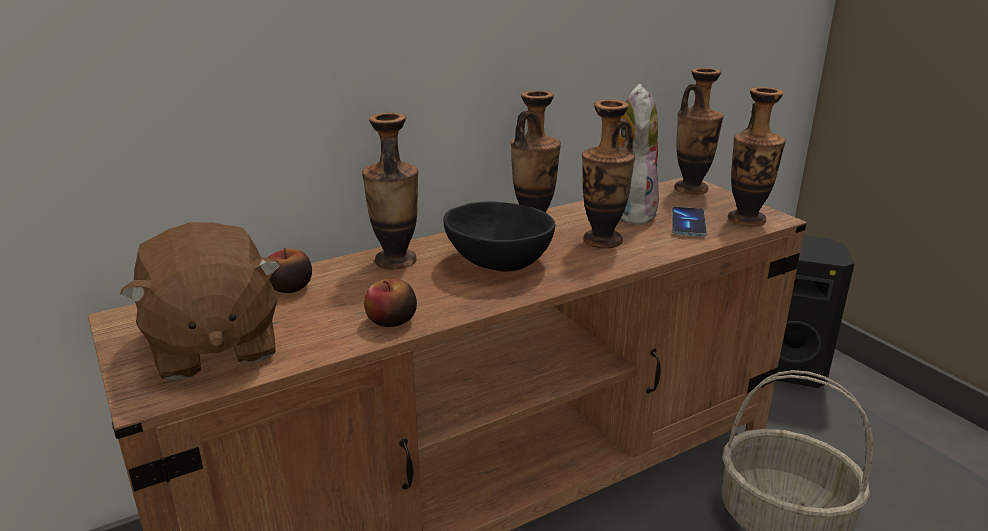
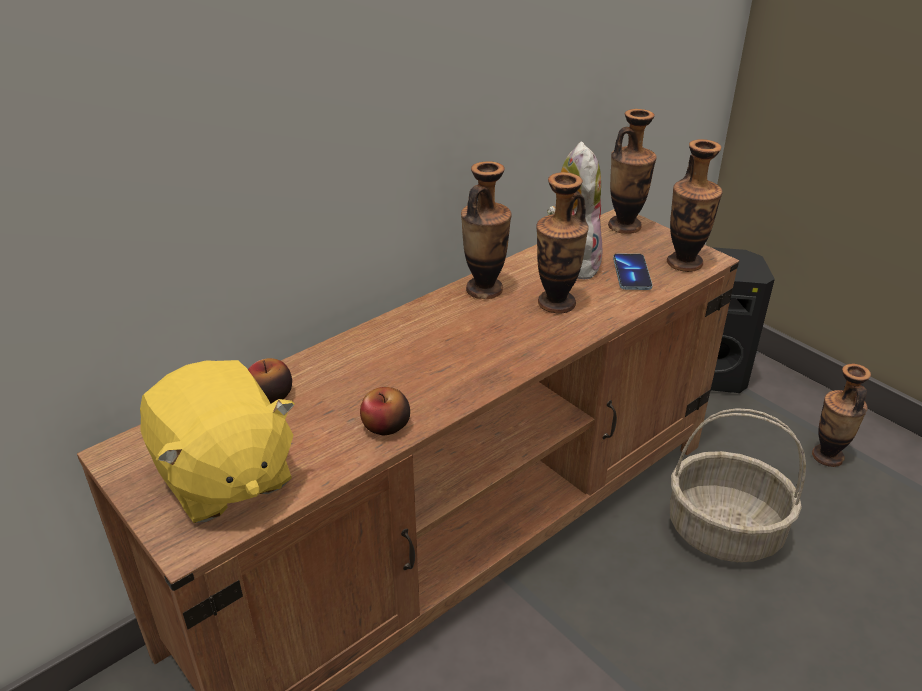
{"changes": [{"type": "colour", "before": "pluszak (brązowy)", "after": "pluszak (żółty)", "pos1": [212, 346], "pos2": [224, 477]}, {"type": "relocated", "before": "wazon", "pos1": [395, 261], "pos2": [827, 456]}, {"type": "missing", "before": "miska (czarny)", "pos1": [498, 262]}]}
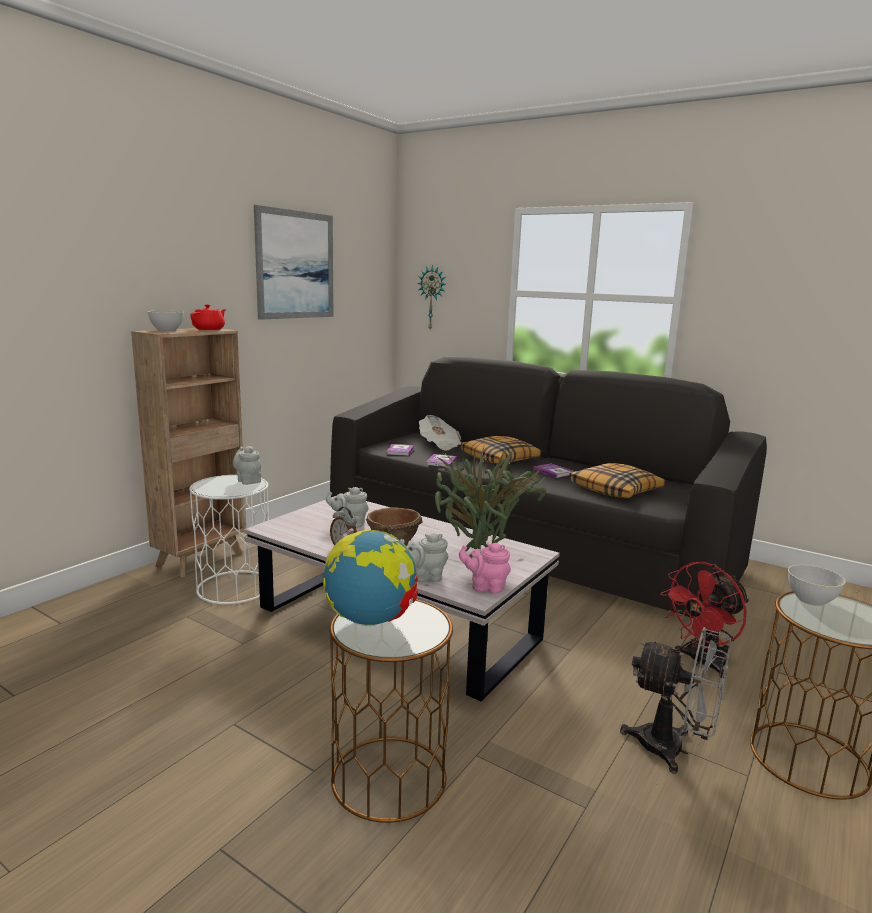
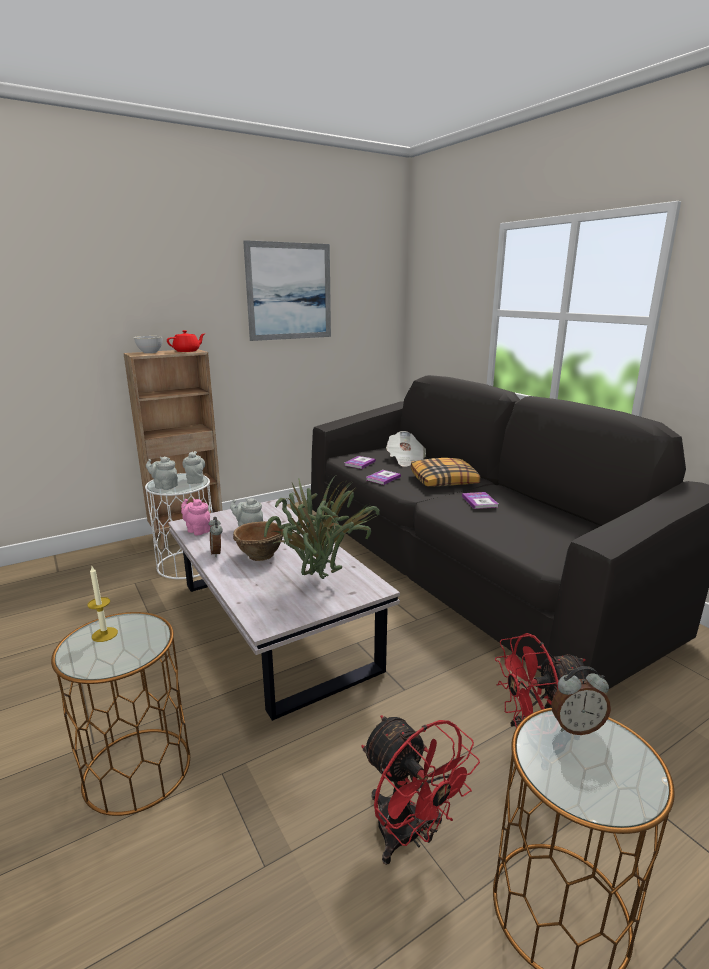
{"changes": [{"type": "exchanged", "before": "globus", "after": "świeca", "pos1": [370, 620], "pos2": [104, 634]}, {"type": "relocated", "before": "imbryk (szary)", "pos1": [424, 577], "pos2": [164, 486]}, {"type": "relocated", "before": "imbryk (różowy)", "pos1": [485, 587], "pos2": [197, 530]}, {"type": "colour", "before": "wentylator (szary)", "after": "wentylator (czerwony)", "pos1": [673, 749], "pos2": [409, 836]}, {"type": "exchanged", "before": "miska (szary)", "after": "budzik", "pos1": [811, 600], "pos2": [575, 727]}, {"type": "missing", "before": "zegar ścienny", "pos1": [432, 298]}, {"type": "missing", "before": "poduszka", "pos1": [615, 490]}]}
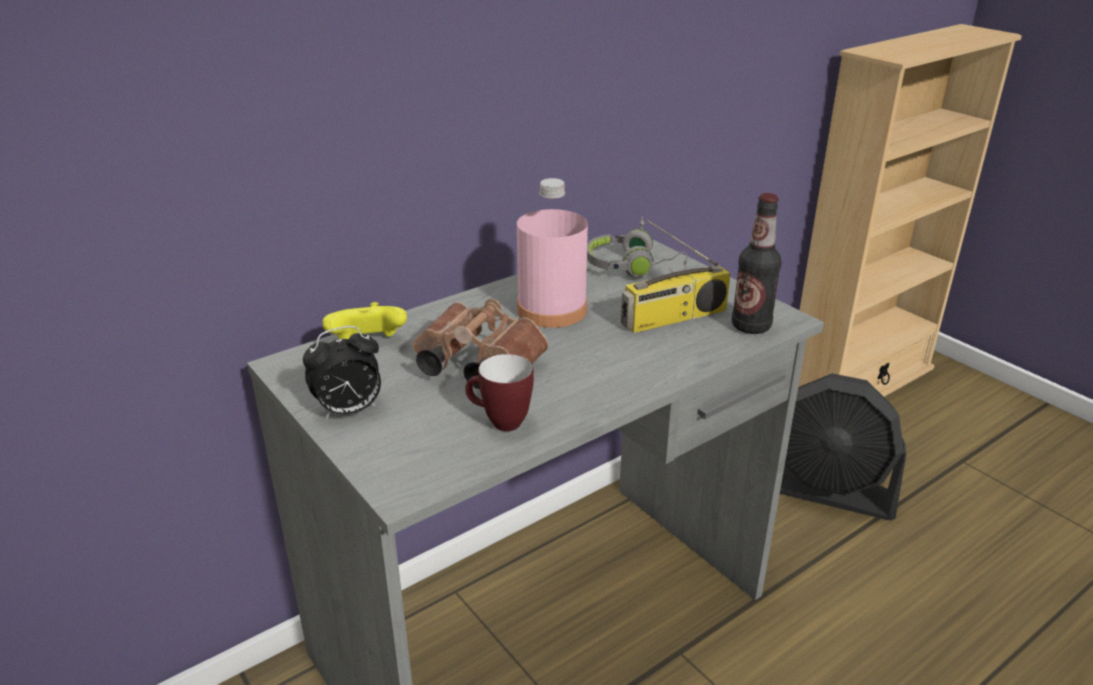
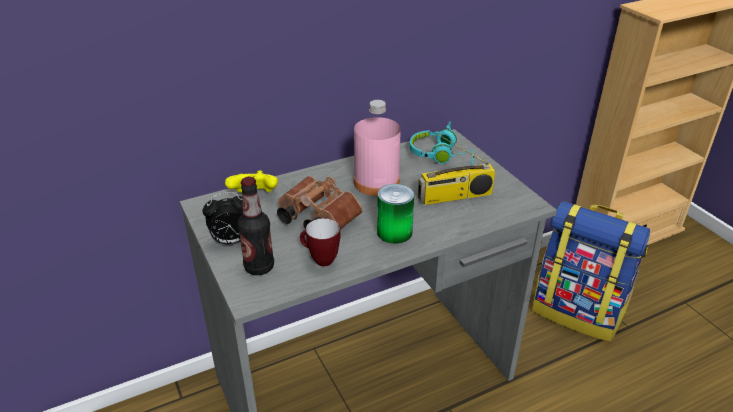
{"changes": [{"type": "relocated", "before": "butelka", "pos1": [751, 326], "pos2": [259, 267]}, {"type": "appeared", "after": "puszka", "pos2": [394, 232]}, {"type": "colour", "before": "słuchawki (szary)", "after": "słuchawki (turkusowy)", "pos1": [634, 268], "pos2": [441, 156]}, {"type": "exchanged", "before": "wentylator (czarny)", "after": "plecak", "pos1": [826, 491], "pos2": [578, 312]}]}
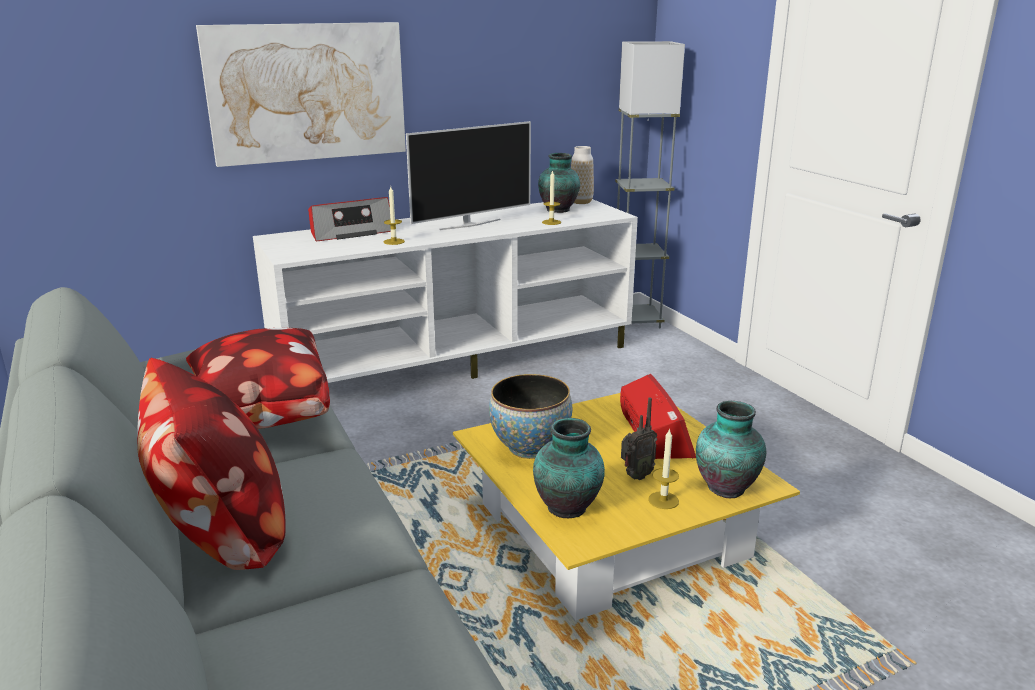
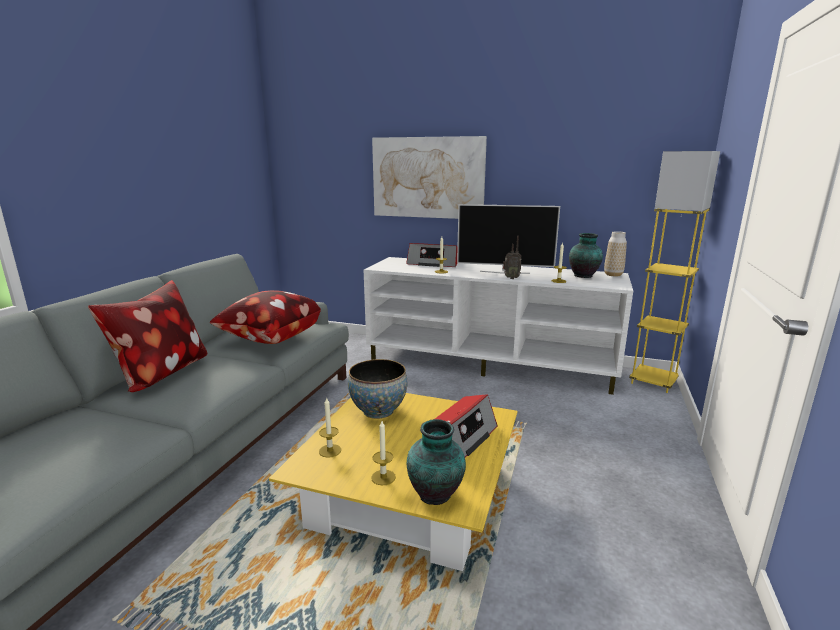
{"changes": [{"type": "exchanged", "before": "wazon", "after": "świeca", "pos1": [569, 508], "pos2": [330, 451]}, {"type": "relocated", "before": "radio", "pos1": [635, 476], "pos2": [511, 278]}, {"type": "colour", "before": "lampa stojąca (szary)", "after": "lampa stojąca (żółty)", "pos1": [635, 321], "pos2": [653, 382]}]}
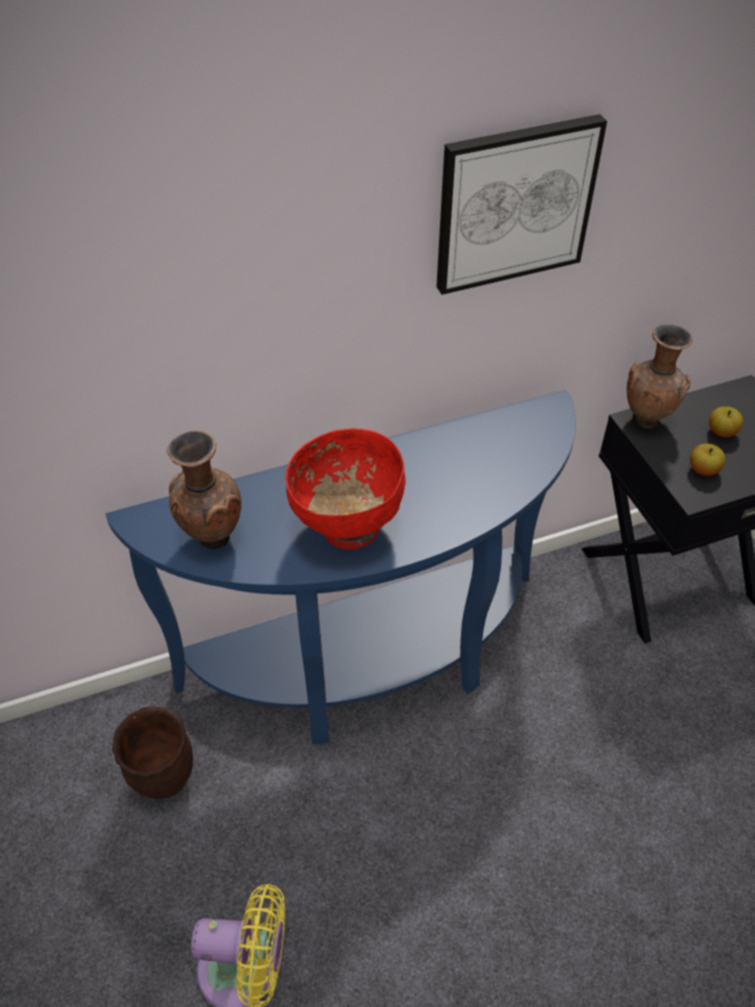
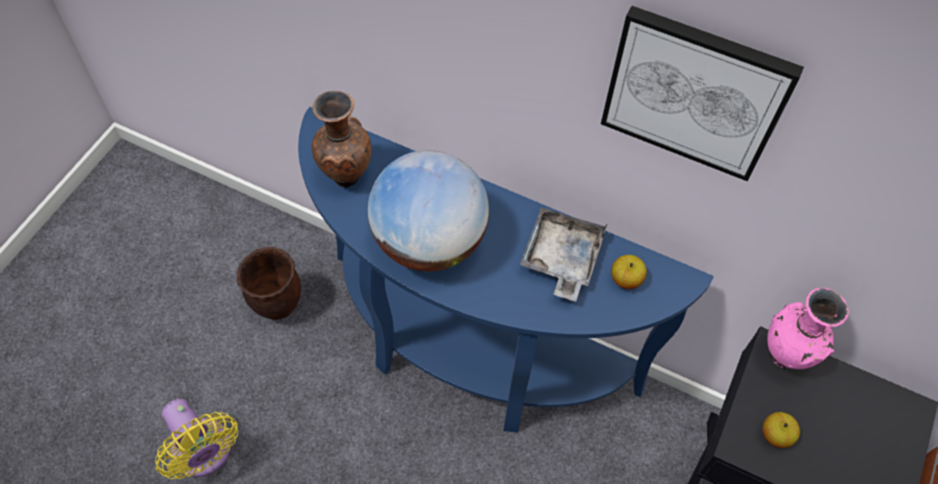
{"changes": [{"type": "exchanged", "before": "miska (czerwony)", "after": "globus", "pos1": [348, 527], "pos2": [429, 241]}, {"type": "appeared", "after": "taca (szary)", "pos2": [561, 259]}, {"type": "relocated", "before": "jabłko", "pos1": [721, 432], "pos2": [626, 279]}, {"type": "colour", "before": "wazon (brązowy)", "after": "wazon (różowy)", "pos1": [647, 419], "pos2": [785, 357]}]}
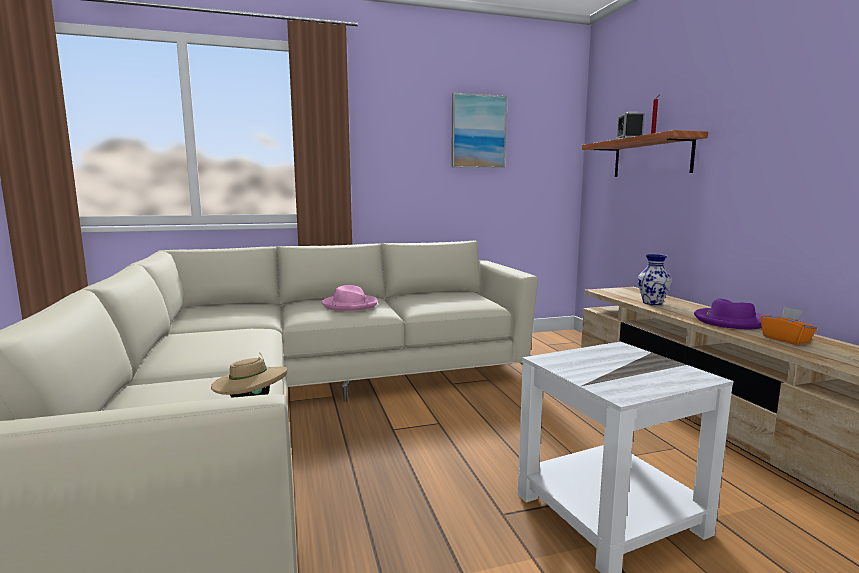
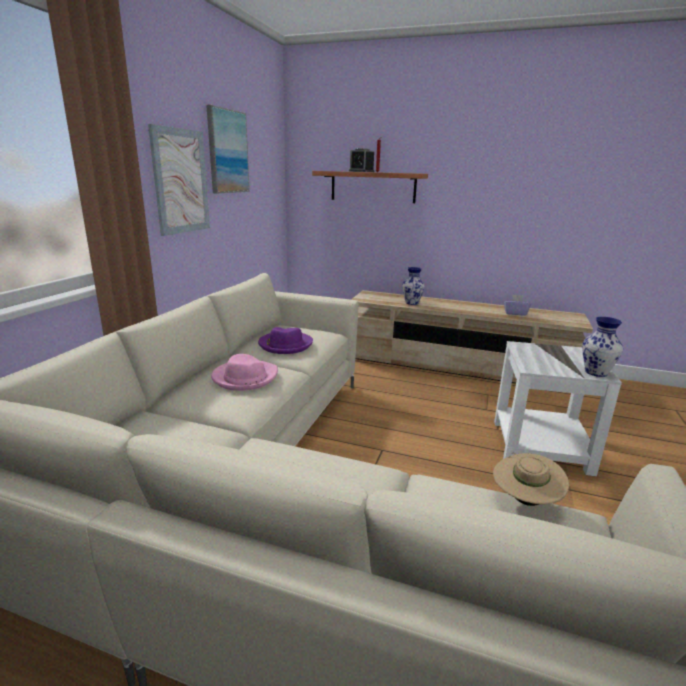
{"changes": [{"type": "appeared", "after": "obraz", "pos2": [181, 181]}, {"type": "relocated", "before": "kapelusz (fioletowy)", "pos1": [730, 321], "pos2": [285, 345]}, {"type": "colour", "before": "pudełko chusteczek (pomarańczowy)", "after": "pudełko chusteczek (fioletowy)", "pos1": [786, 340], "pos2": [515, 313]}, {"type": "appeared", "after": "wazon", "pos2": [596, 373]}]}
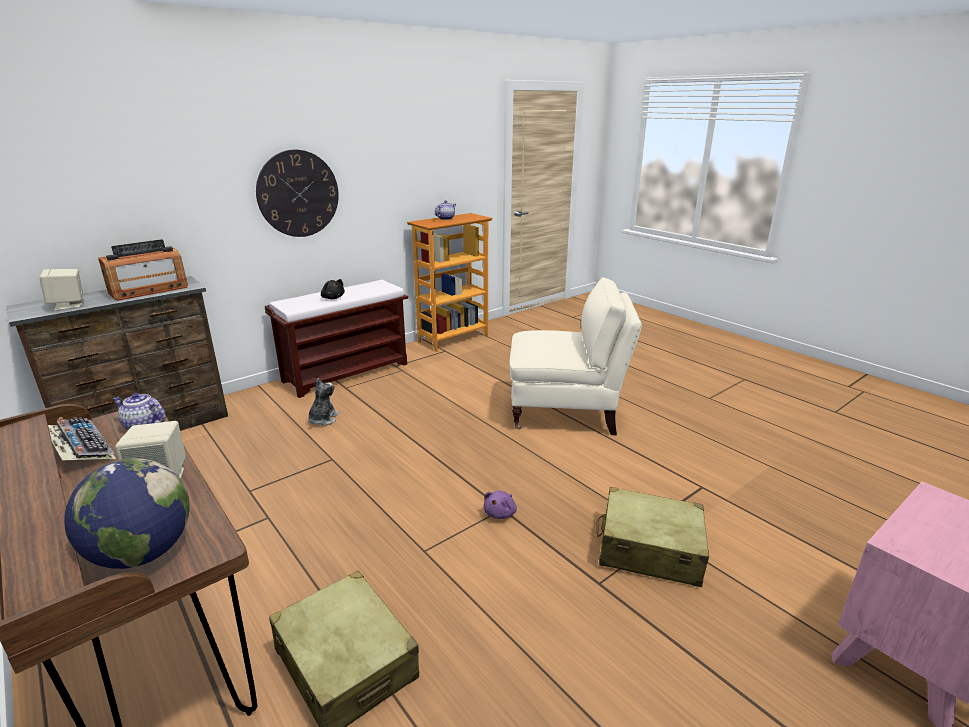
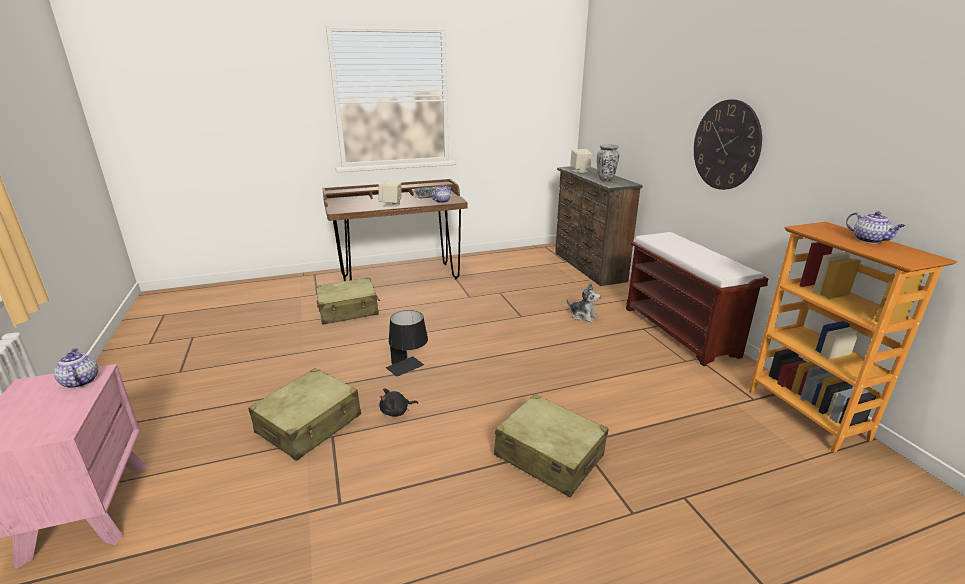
{"changes": [{"type": "appeared", "after": "imbryk", "pos2": [80, 381]}, {"type": "relocated", "before": "pluszak (czarny)", "pos1": [332, 298], "pos2": [396, 412]}, {"type": "exchanged", "before": "pluszak (fioletowy)", "after": "lampa stołowa (czarny)", "pos1": [500, 513], "pos2": [409, 369]}, {"type": "exchanged", "before": "fotel (beżowy)", "after": "walizka (beżowy)", "pos1": [566, 412], "pos2": [549, 456]}, {"type": "exchanged", "before": "radio", "after": "wazon", "pos1": [149, 290], "pos2": [605, 179]}, {"type": "missing", "before": "globus", "pos1": [142, 553]}]}
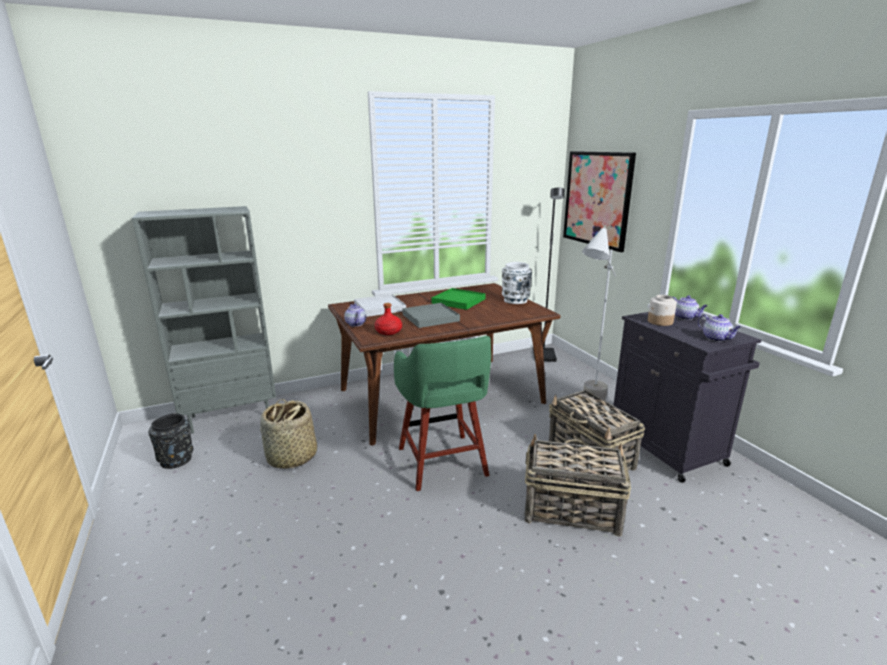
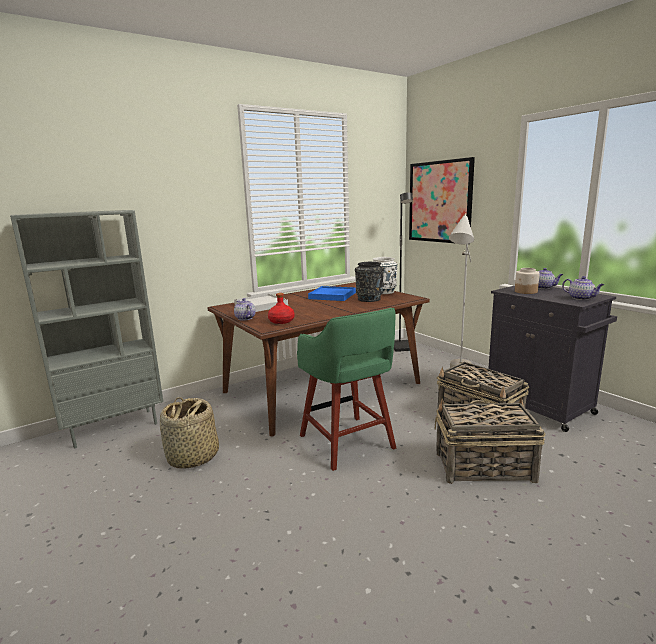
{"changes": [{"type": "colour", "before": "taca (zielony)", "after": "taca (niebieski)", "pos1": [458, 301], "pos2": [332, 296]}, {"type": "relocated", "before": "wazon (czarny)", "pos1": [177, 459], "pos2": [369, 299]}, {"type": "missing", "before": "taca (szary)", "pos1": [430, 317]}]}
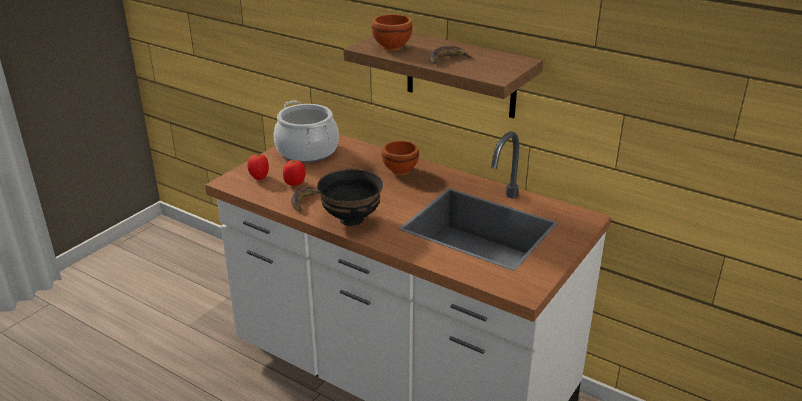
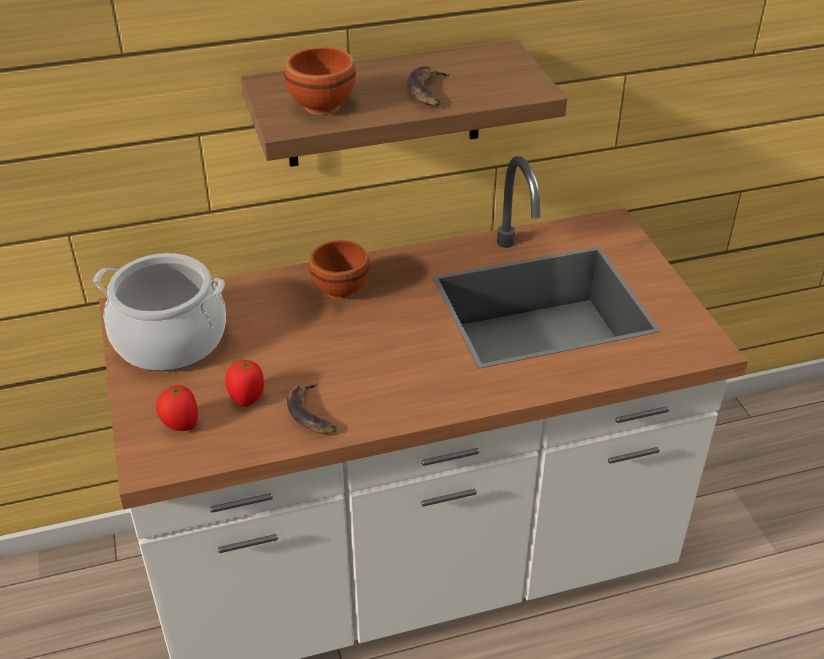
{"changes": [{"type": "missing", "before": "miska (czarny)", "pos1": [350, 219]}]}
